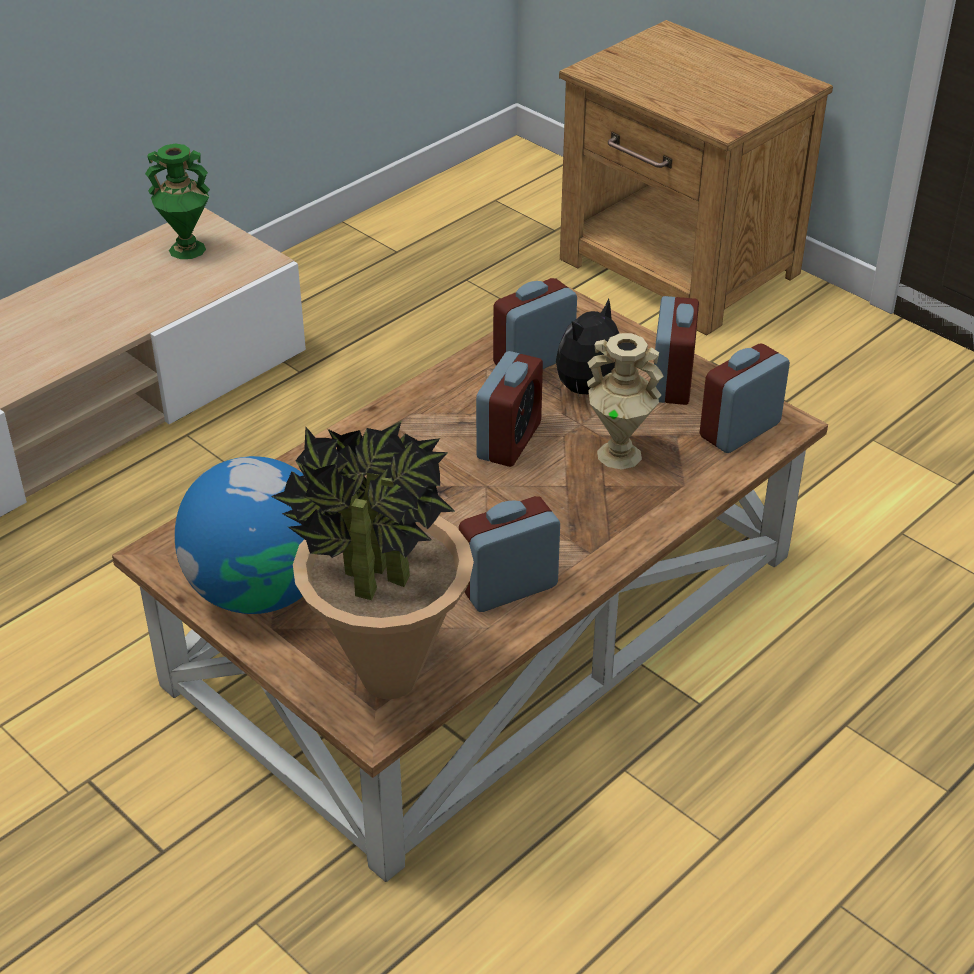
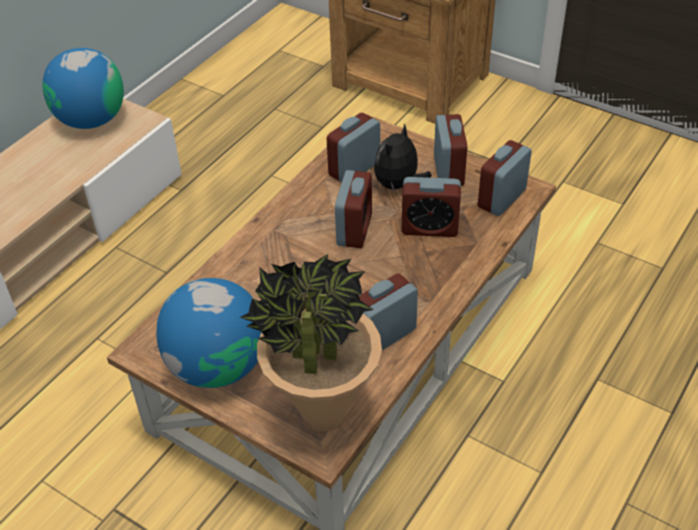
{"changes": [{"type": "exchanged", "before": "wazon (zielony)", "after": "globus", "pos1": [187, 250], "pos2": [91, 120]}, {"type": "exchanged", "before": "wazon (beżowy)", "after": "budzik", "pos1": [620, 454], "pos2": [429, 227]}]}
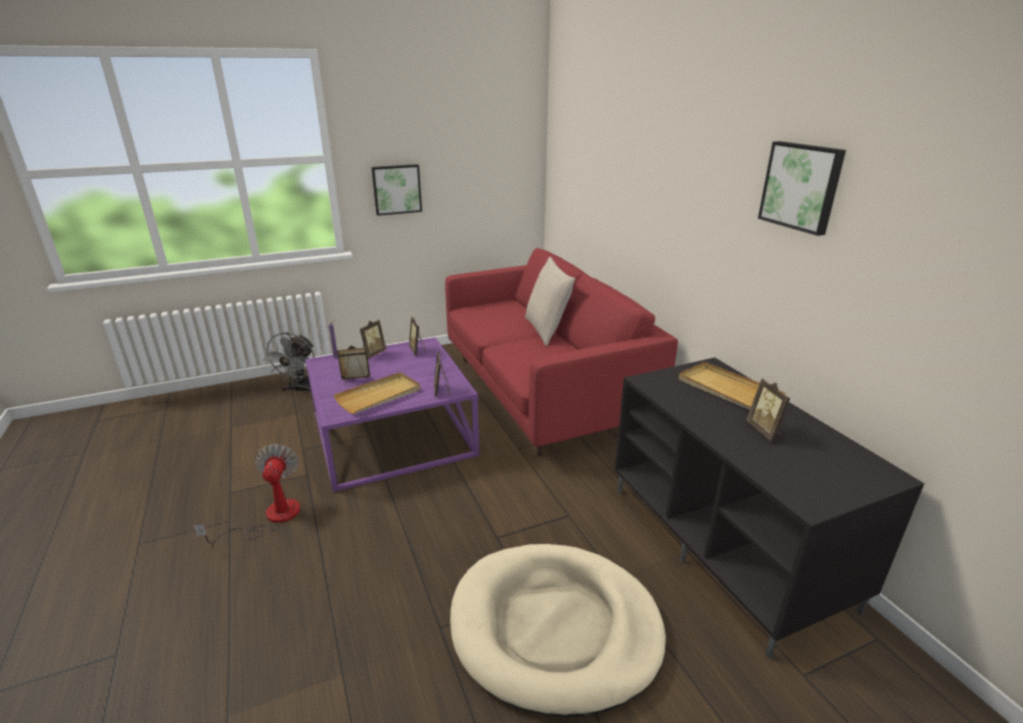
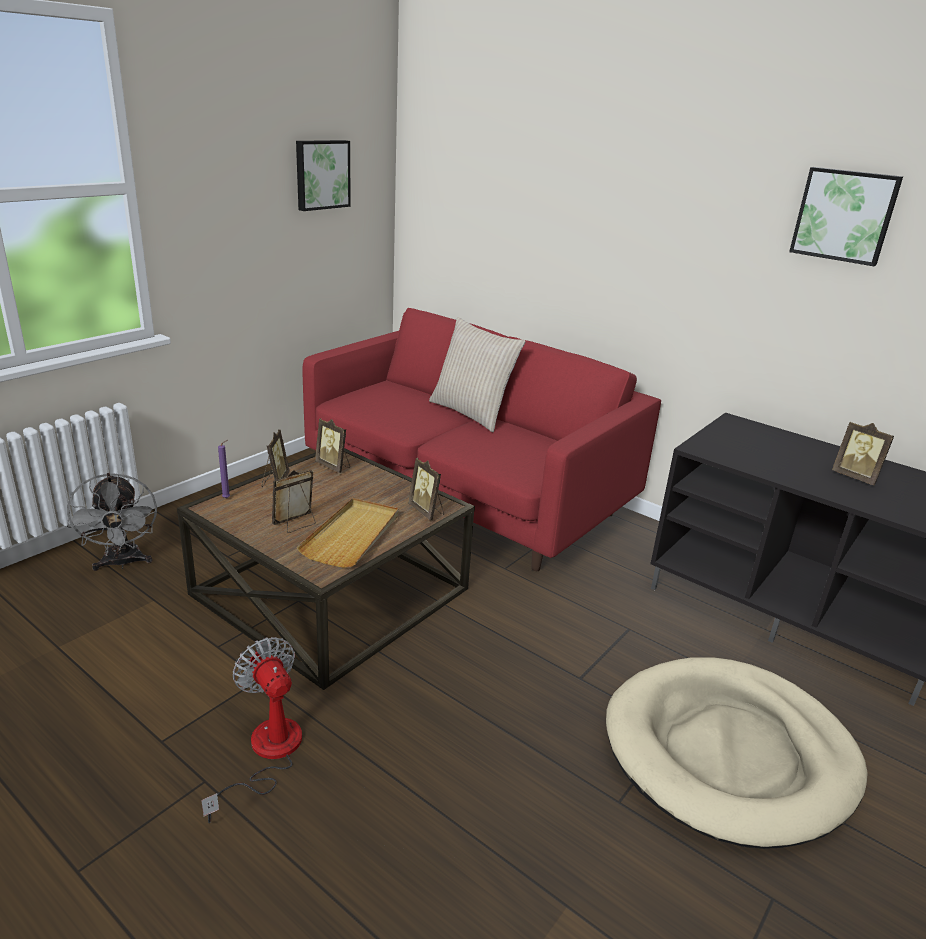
{"changes": [{"type": "colour", "before": "ława (fioletowy)", "after": "ława (brązowy)", "pos1": [394, 434], "pos2": [332, 591]}, {"type": "relocated", "before": "obraz", "pos1": [396, 189], "pos2": [321, 174]}, {"type": "missing", "before": "taca (beżowy)", "pos1": [727, 390]}]}
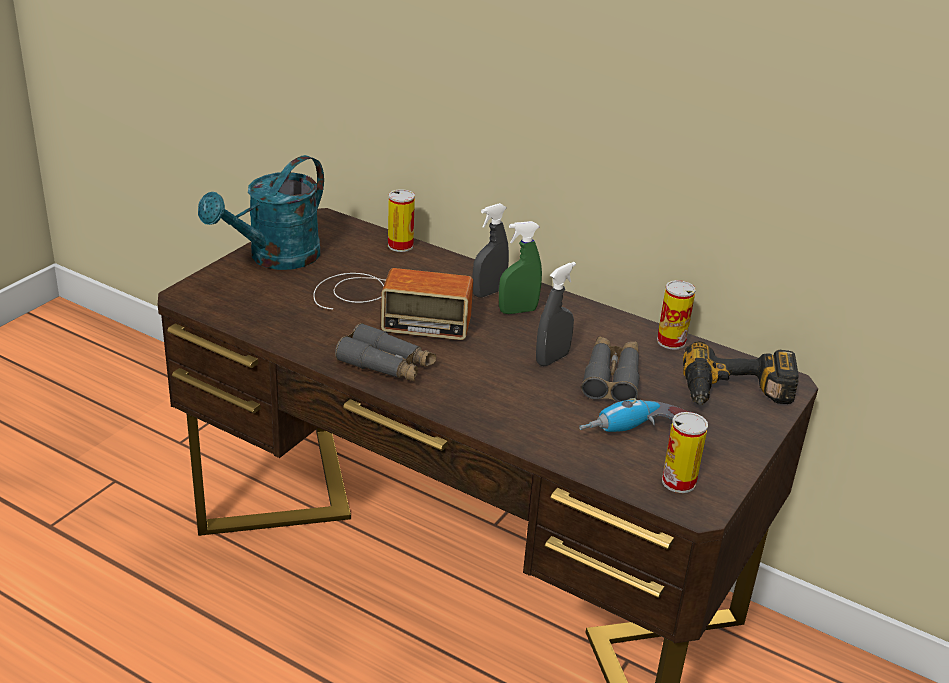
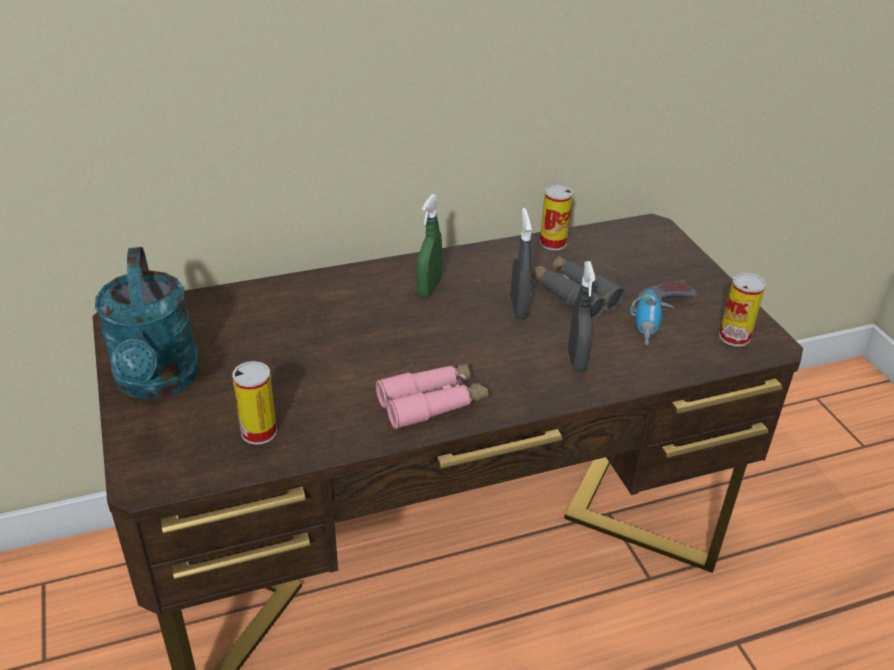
{"changes": [{"type": "relocated", "before": "puszka", "pos1": [400, 245], "pos2": [259, 432]}, {"type": "colour", "before": "lornetka (szary)", "after": "lornetka (różowy)", "pos1": [386, 365], "pos2": [432, 403]}, {"type": "relocated", "before": "spryskiwacz (szary)", "pos1": [488, 292], "pos2": [576, 361]}, {"type": "missing", "before": "radio", "pos1": [388, 306]}, {"type": "missing", "before": "wiertarka", "pos1": [736, 394]}]}
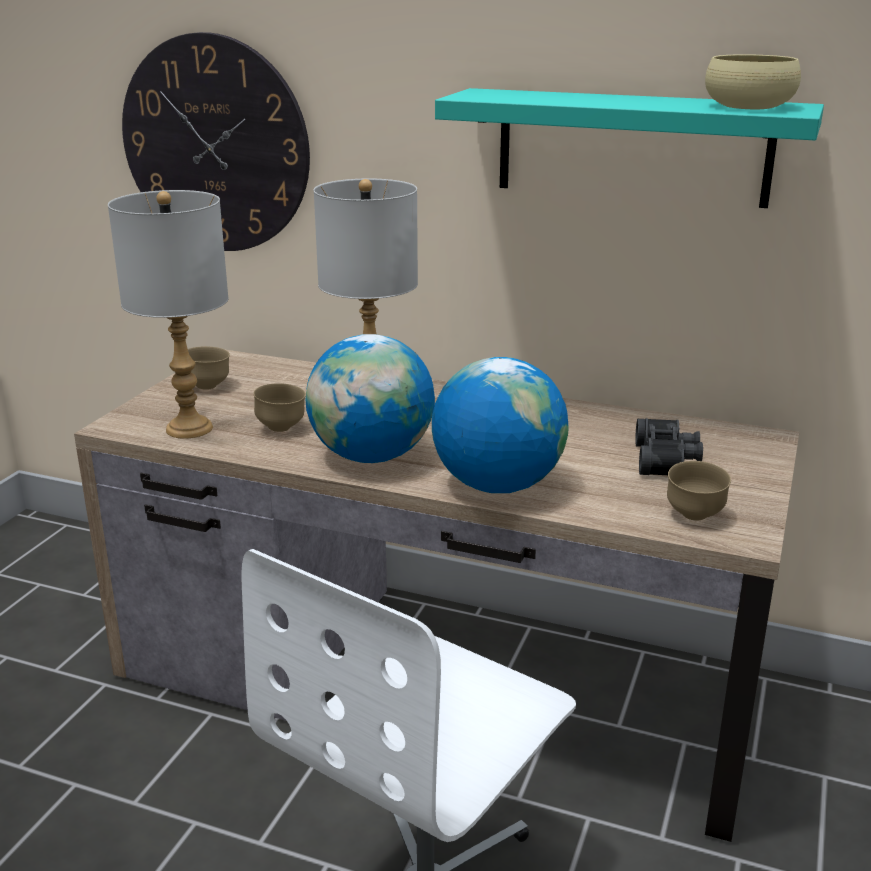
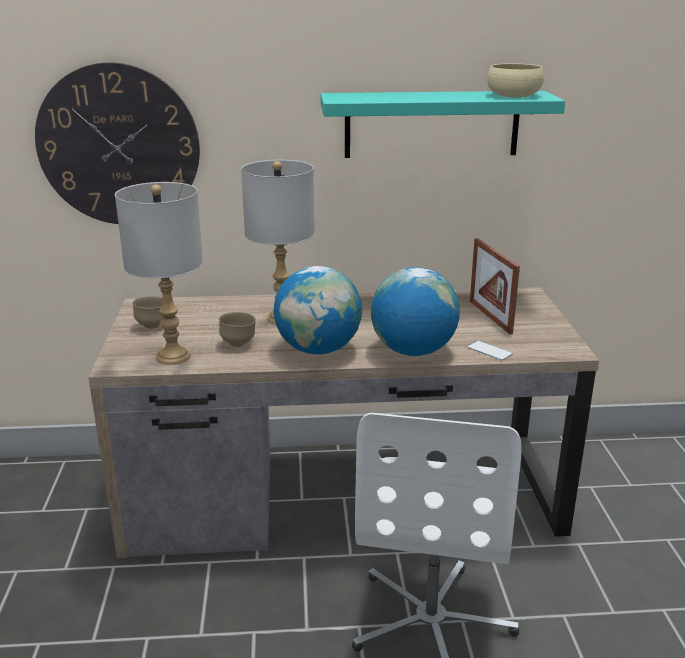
{"changes": [{"type": "appeared", "after": "telefon", "pos2": [489, 350]}, {"type": "exchanged", "before": "lornetka (czarny)", "after": "ramka na zdjęcie", "pos1": [667, 460], "pos2": [490, 317]}, {"type": "missing", "before": "miska (brązowy)", "pos1": [694, 516]}]}
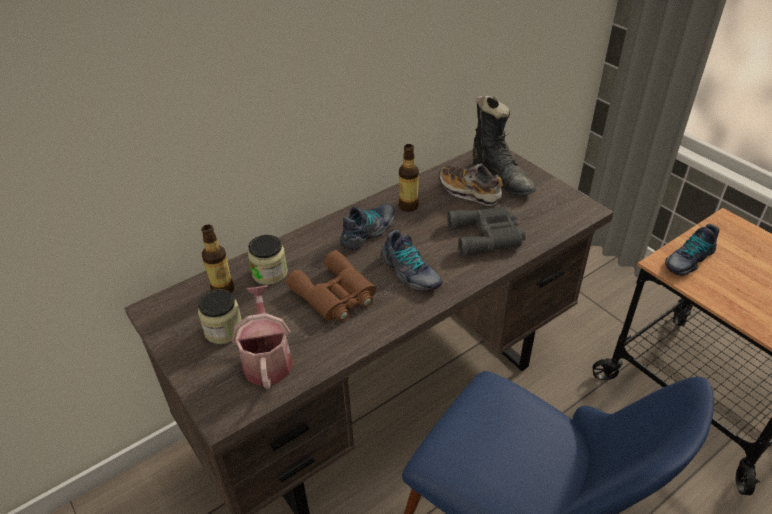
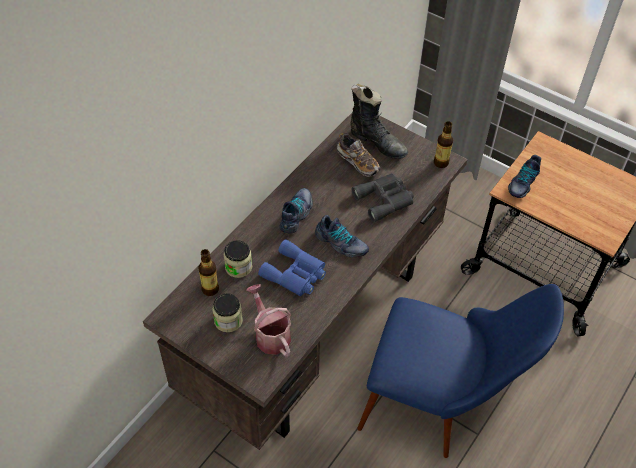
{"changes": [{"type": "colour", "before": "lornetka (brązowy)", "after": "lornetka (niebieski)", "pos1": [335, 295], "pos2": [295, 274]}, {"type": "spun", "before": "but", "pos1": [469, 192], "pos2": [358, 162], "turn": -150}, {"type": "relocated", "before": "butelka", "pos1": [408, 206], "pos2": [441, 163]}]}
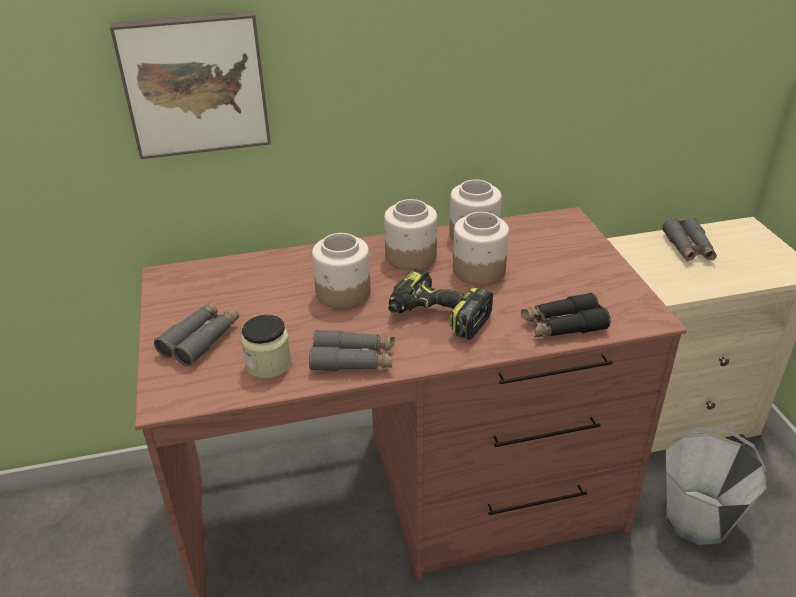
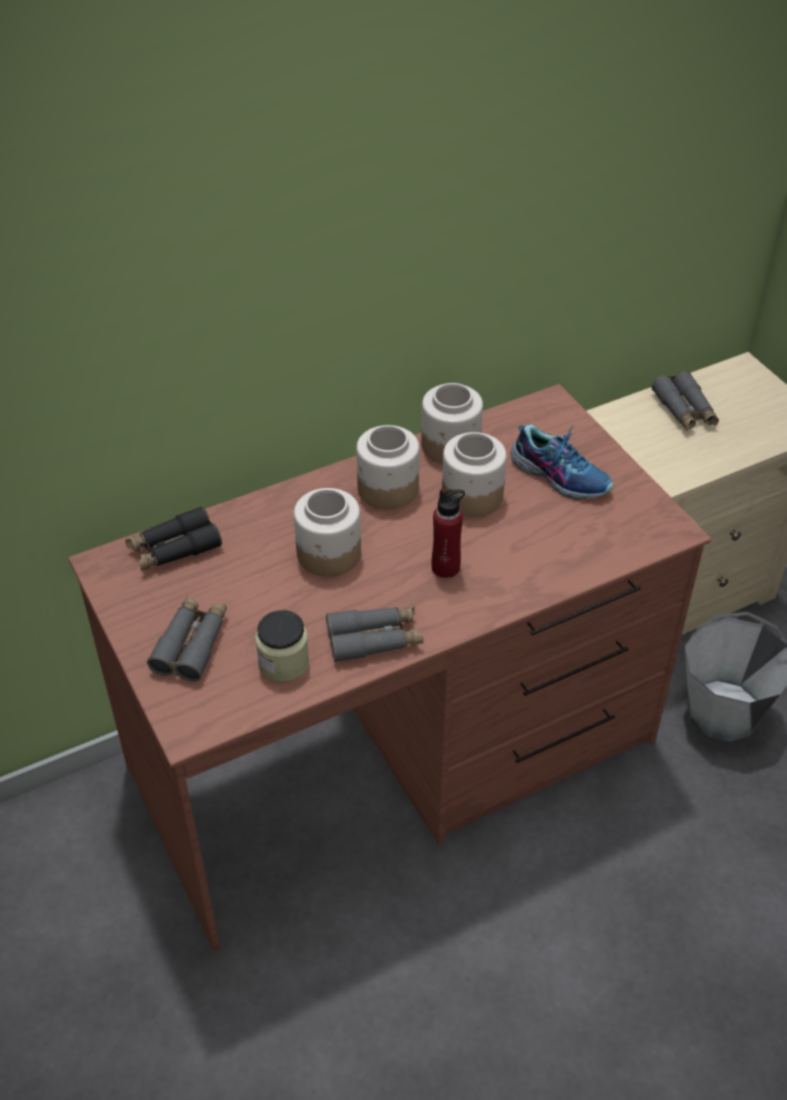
{"changes": [{"type": "relocated", "before": "lornetka (czarny)", "pos1": [562, 325], "pos2": [174, 549]}, {"type": "exchanged", "before": "wiertarka", "after": "butelka (czerwony)", "pos1": [437, 316], "pos2": [446, 567]}, {"type": "appeared", "after": "but", "pos2": [560, 475]}, {"type": "missing", "before": "obraz", "pos1": [195, 83]}]}
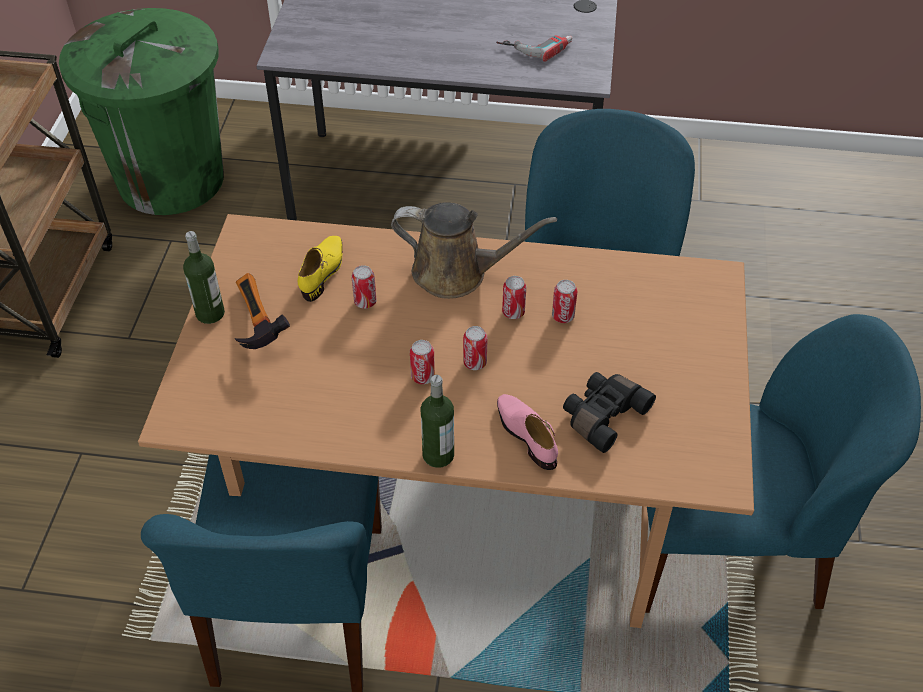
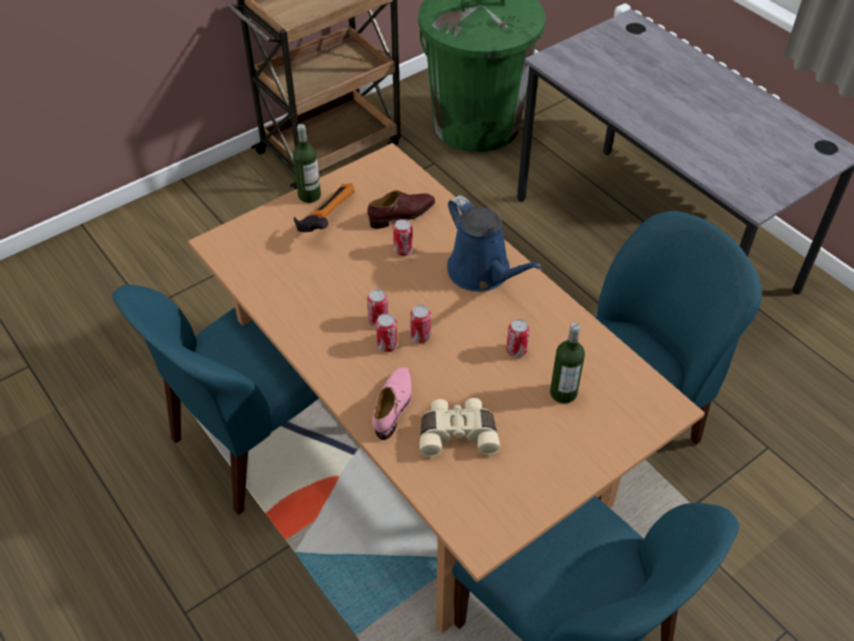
{"changes": [{"type": "colour", "before": "but (żółty)", "after": "but (brązowy)", "pos1": [323, 272], "pos2": [402, 215]}, {"type": "relocated", "before": "puszka", "pos1": [513, 312], "pos2": [387, 345]}, {"type": "colour", "before": "lornetka (czarny)", "after": "lornetka (beżowy)", "pos1": [602, 415], "pos2": [458, 433]}, {"type": "colour", "before": "konewka (brązowy)", "after": "konewka (niebieski)", "pos1": [457, 273], "pos2": [483, 273]}, {"type": "relocated", "before": "butelka", "pos1": [438, 455], "pos2": [563, 393]}, {"type": "missing", "before": "wiertarka", "pos1": [535, 45]}]}
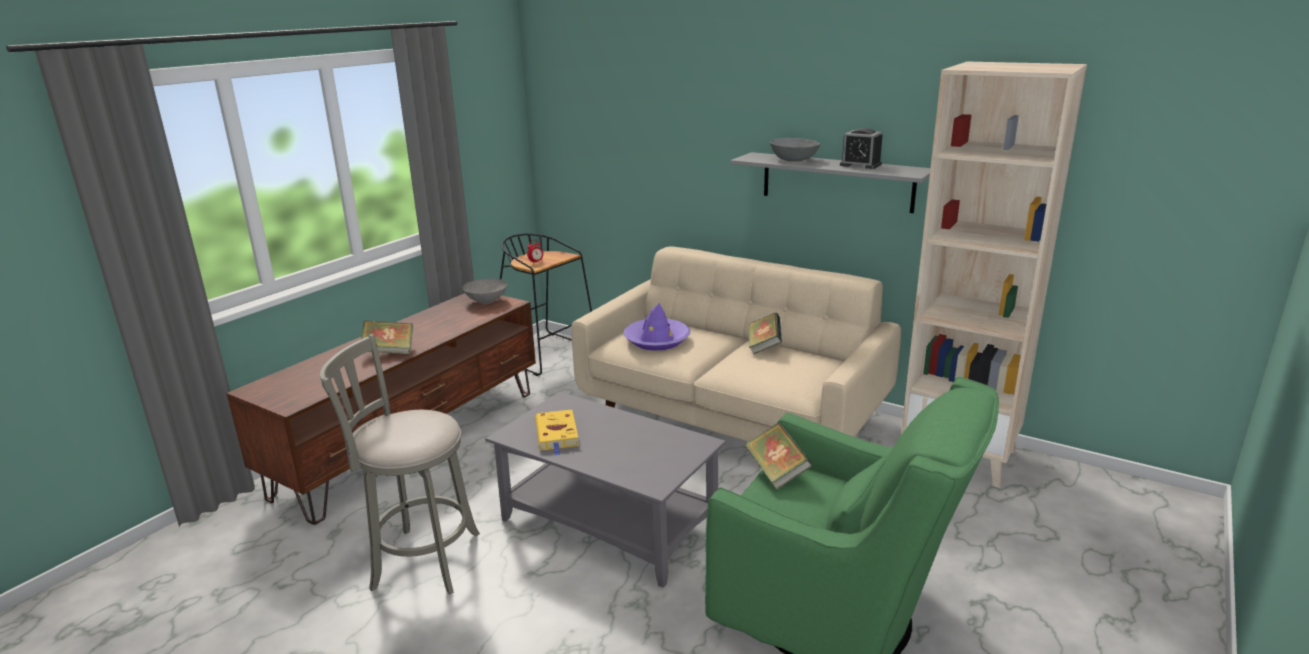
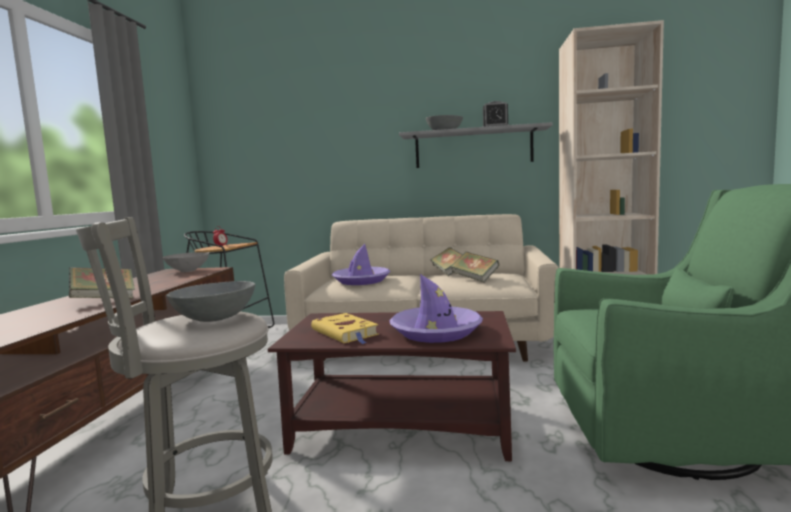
{"changes": [{"type": "appeared", "after": "miska (szary)", "pos2": [216, 317]}, {"type": "colour", "before": "ława (szary)", "after": "ława (brązowy)", "pos1": [610, 523], "pos2": [403, 427]}, {"type": "appeared", "after": "kapelusz (fioletowy)", "pos2": [436, 332]}, {"type": "relocated", "before": "książka", "pos1": [776, 472], "pos2": [475, 279]}]}
